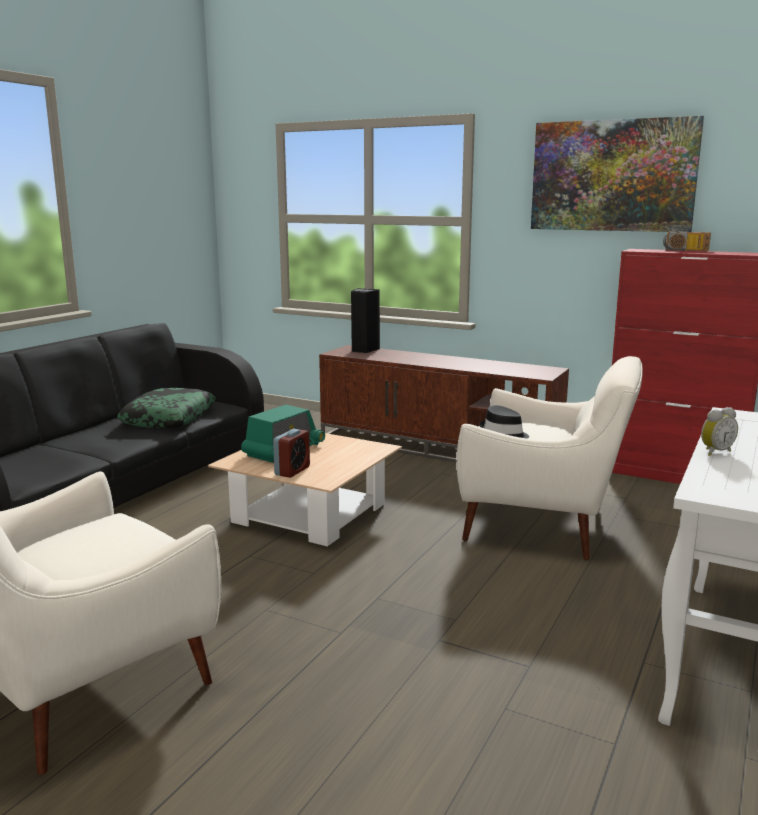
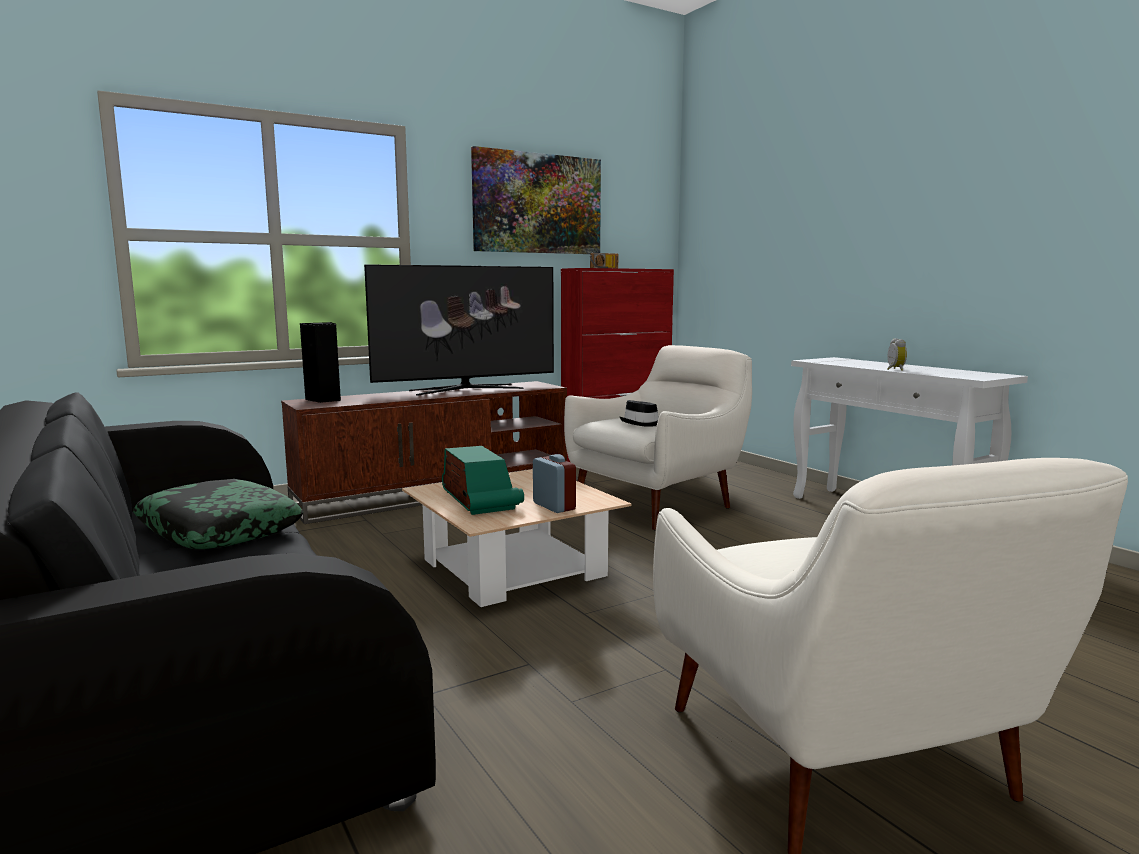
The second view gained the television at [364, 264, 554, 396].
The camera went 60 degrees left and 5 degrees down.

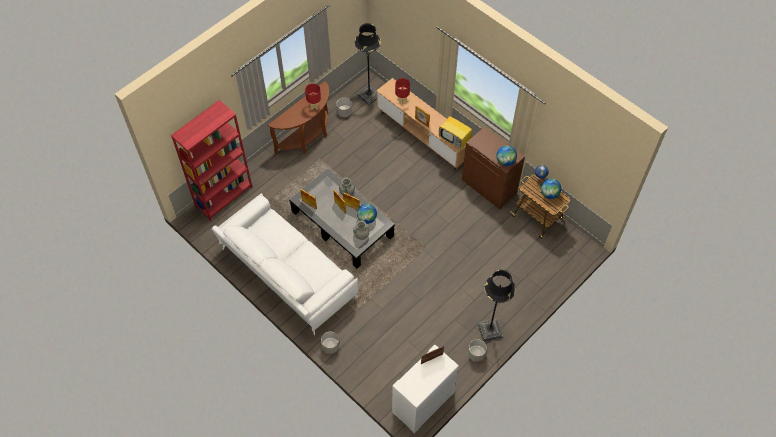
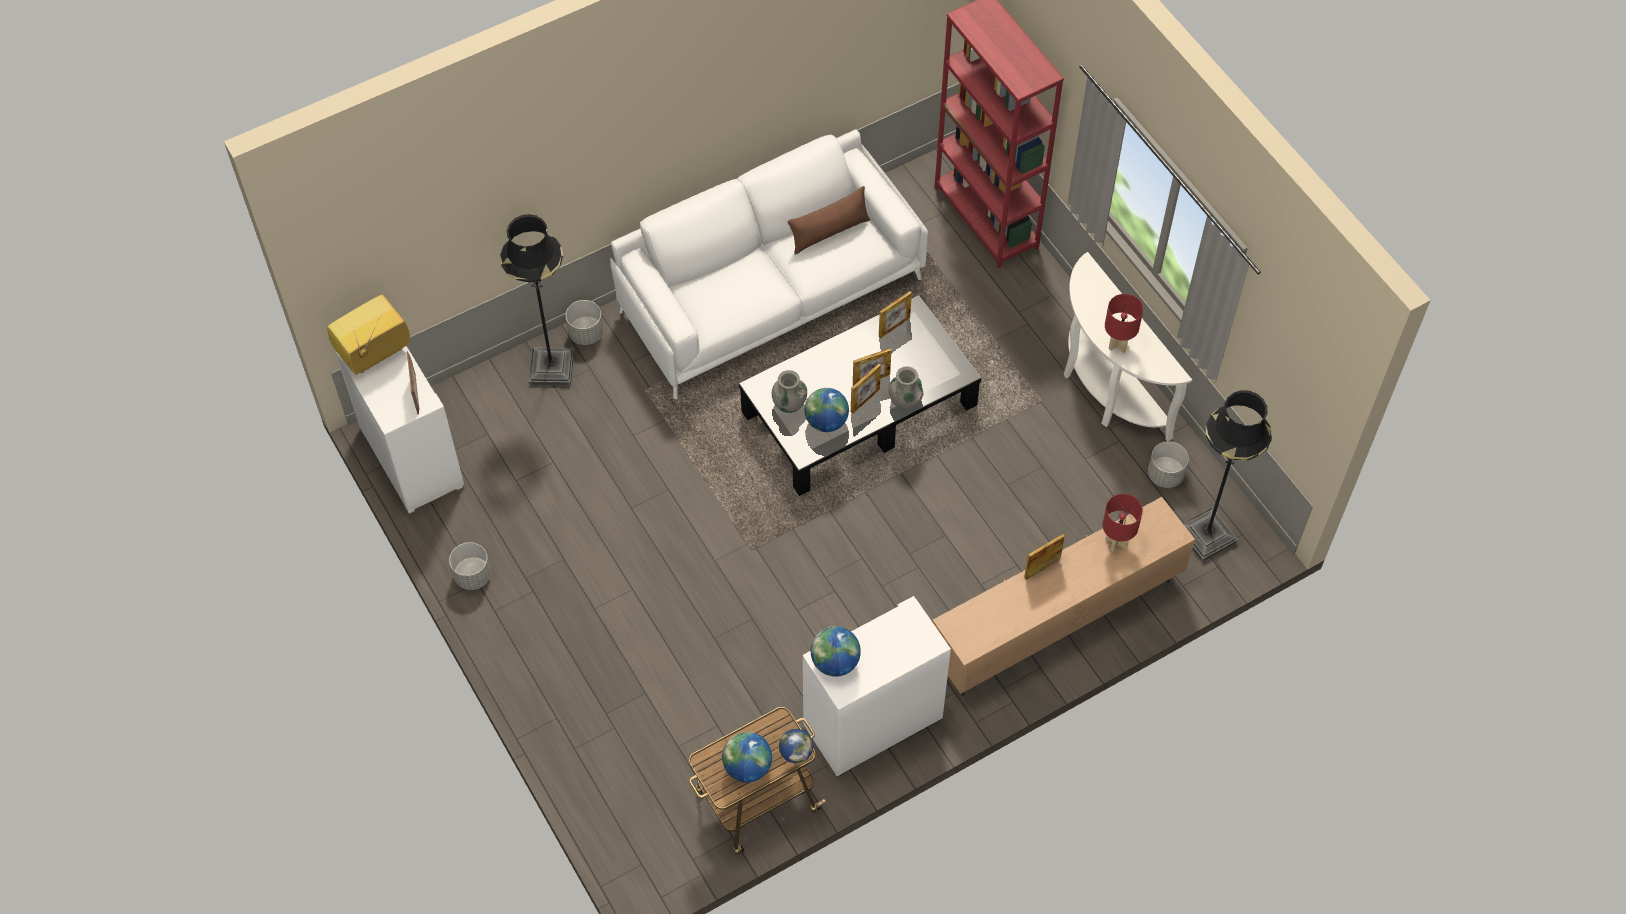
What was the brown console table at [268, 81, 329, 155] turned into the white console table at [1064, 252, 1192, 441].
The television ended up elsewhere, having gone from [439, 116, 472, 150] to [328, 294, 410, 375].
What was the brown cabinet at [462, 127, 525, 209] turned into the white cabinet at [803, 596, 951, 777].
The black floor lamp ended up elsewhere, having gone from [477, 270, 516, 342] to [500, 214, 574, 386].
The second view gained the brown pillow at [788, 186, 870, 255].
The camera went 105 degrees right and 0 degrees up.

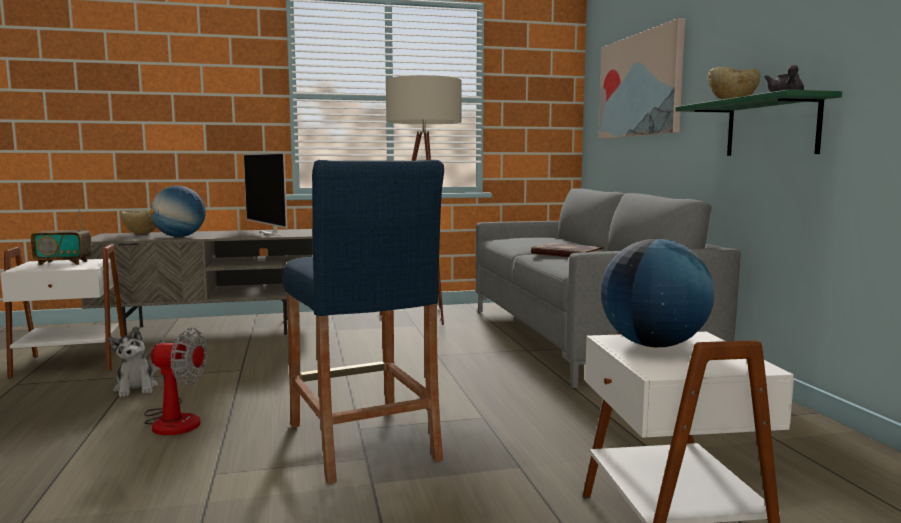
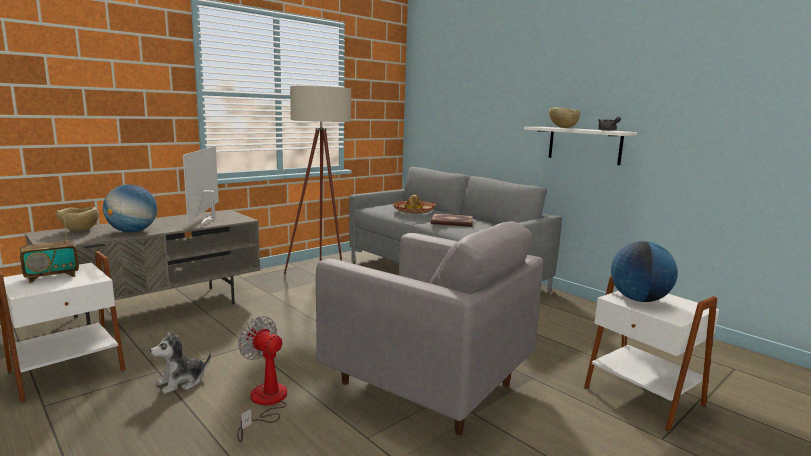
The plush toy at [108, 326, 158, 397] ended up facing another way, 105 degrees clockwise from before.
The fan at [144, 328, 208, 435] ended up facing another way, 120 degrees counterclockwise from before.
The television at [244, 152, 287, 236] ended up facing another way, 60 degrees clockwise from before.
Where the blue stool stood at [283, 160, 444, 484], the grey armchair came to stand at [316, 221, 543, 435].
The second view lost the picture at [599, 18, 685, 139].
What was the green shelf at [675, 90, 842, 156] turned into the white shelf at [524, 127, 637, 165].
The second view gained the hat at [392, 195, 436, 214].
The camera went 30 degrees left and 5 degrees up.

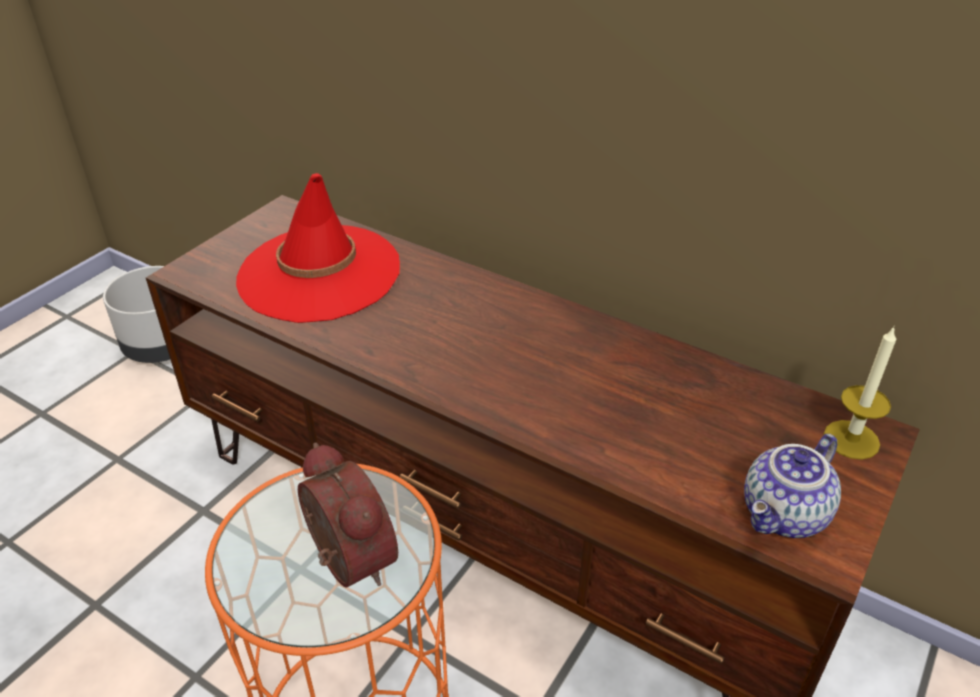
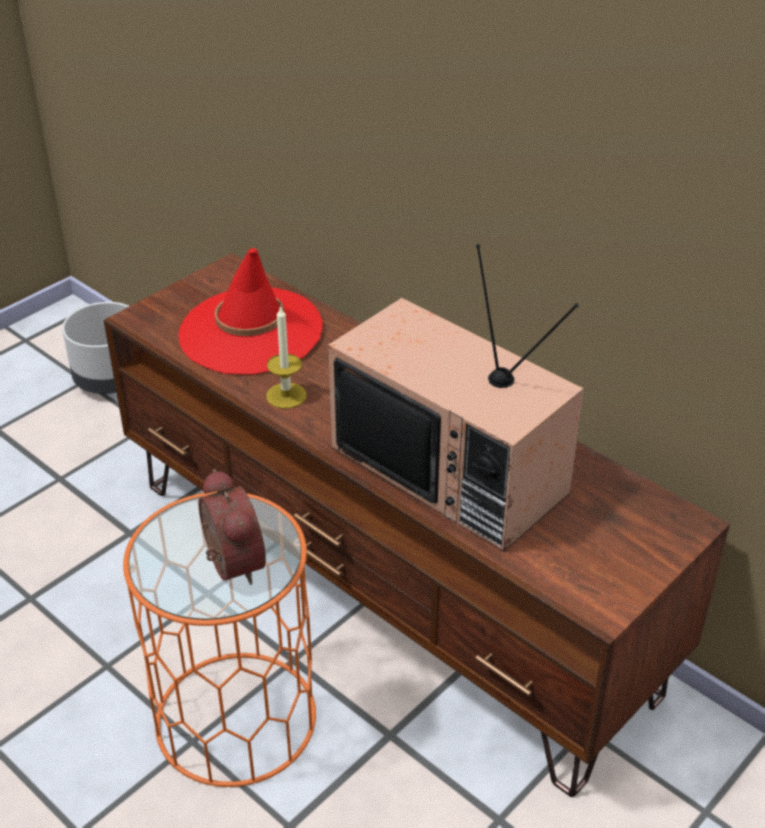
The second view lost the teapot at [744, 434, 841, 538].
The candle ended up elsewhere, having gone from [824, 326, 896, 459] to [266, 305, 306, 409].
The second view gained the television at [328, 244, 584, 552].
The camera went 10 degrees right and 0 degrees up.

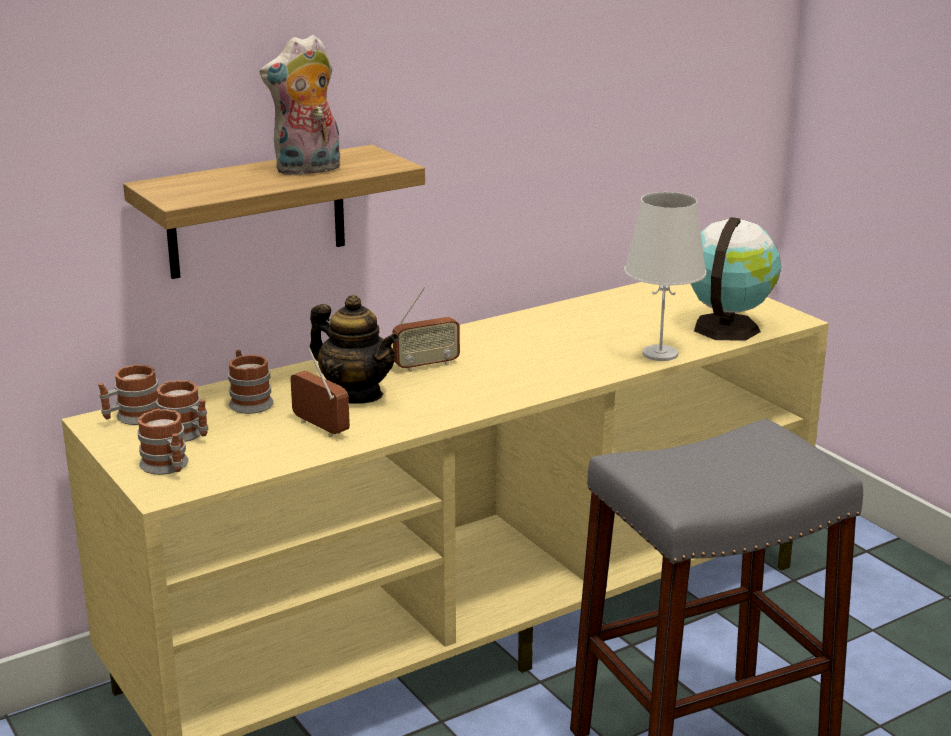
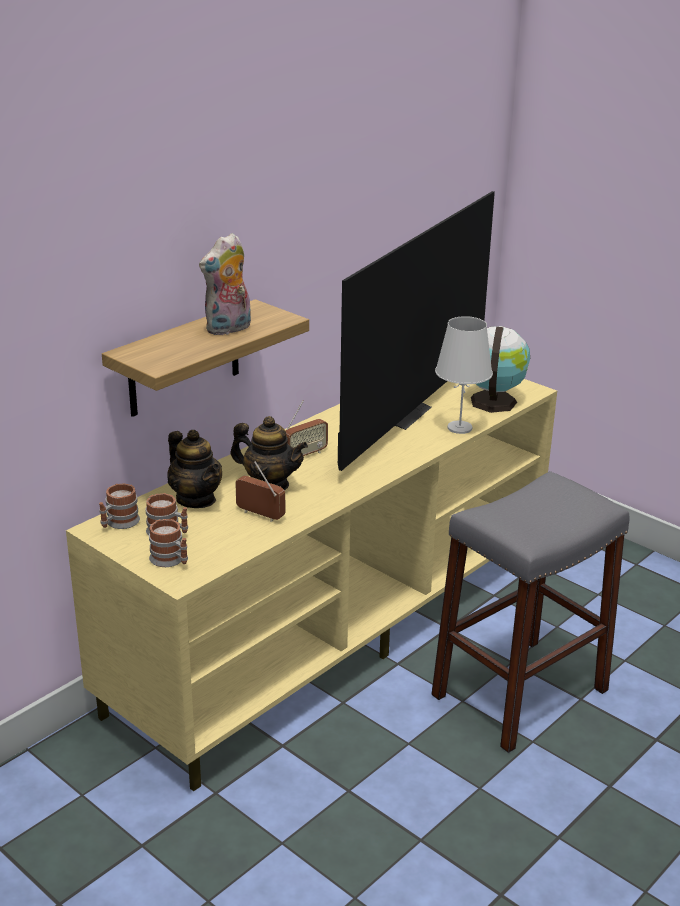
Where the mug stood at [228, 350, 274, 414], the teapot came to stand at [167, 430, 222, 508].
The second view gained the television at [338, 191, 495, 471].
The camera went 15 degrees left and 5 degrees up.

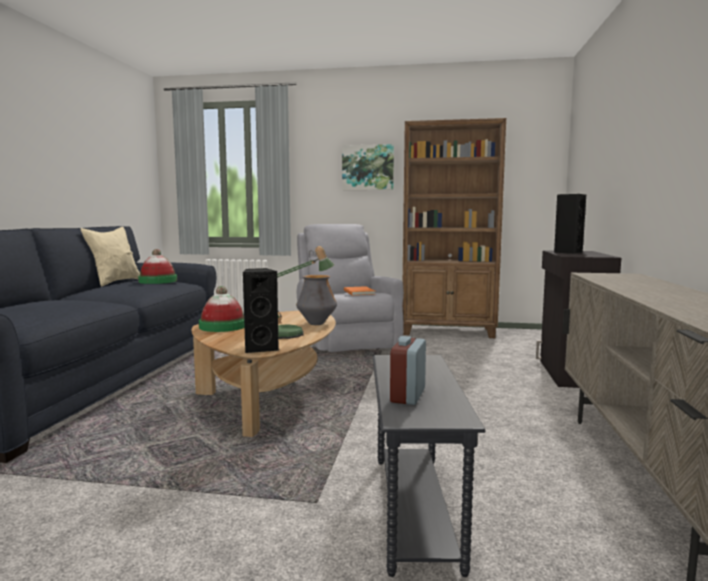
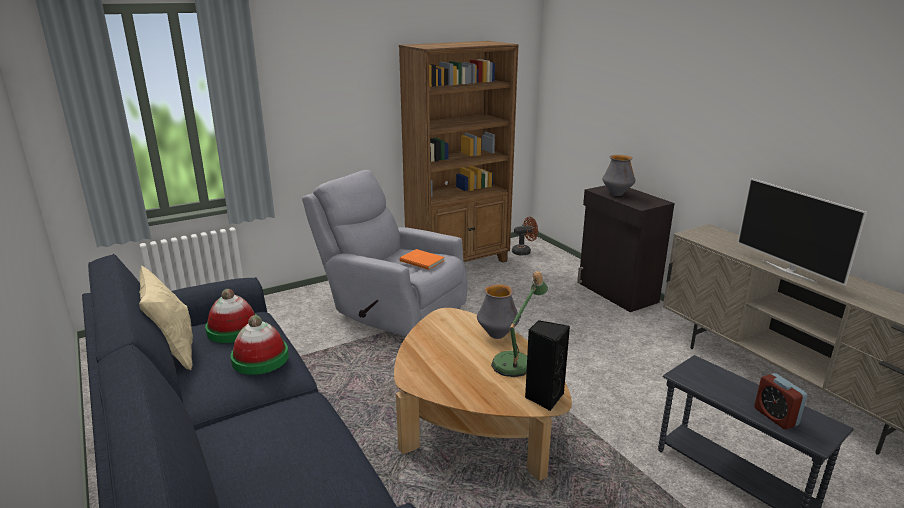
The hat ended up elsewhere, having gone from [199, 286, 245, 332] to [231, 315, 289, 375].
The second view lost the picture at [342, 144, 394, 190].
Where the black speaker stood at [554, 194, 586, 254], the vase came to stand at [602, 155, 636, 196].
The second view gained the brown fan at [512, 217, 538, 256].
The second view gained the television at [737, 178, 867, 286].
The camera went 40 degrees left and 15 degrees up.

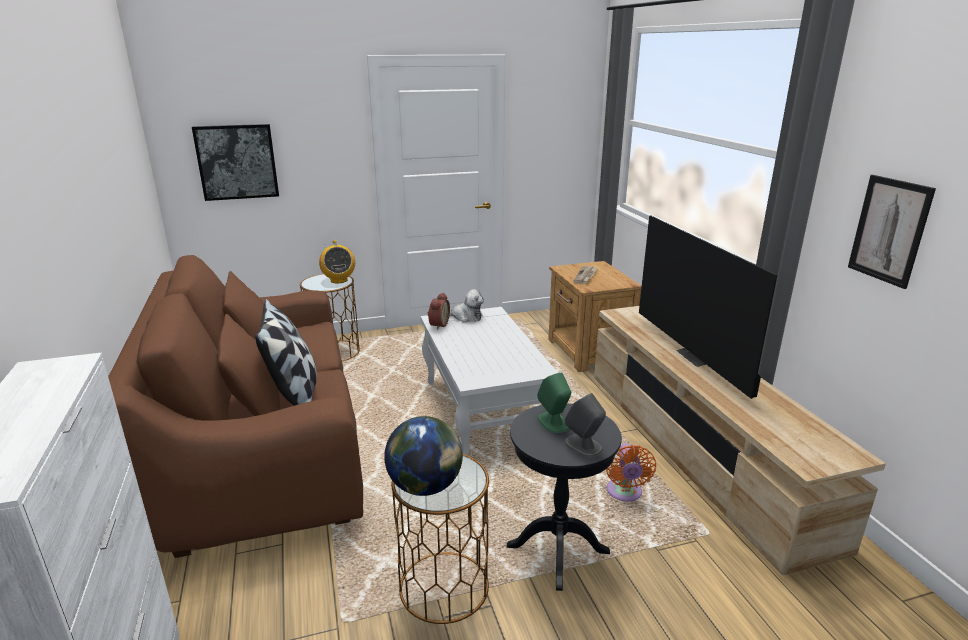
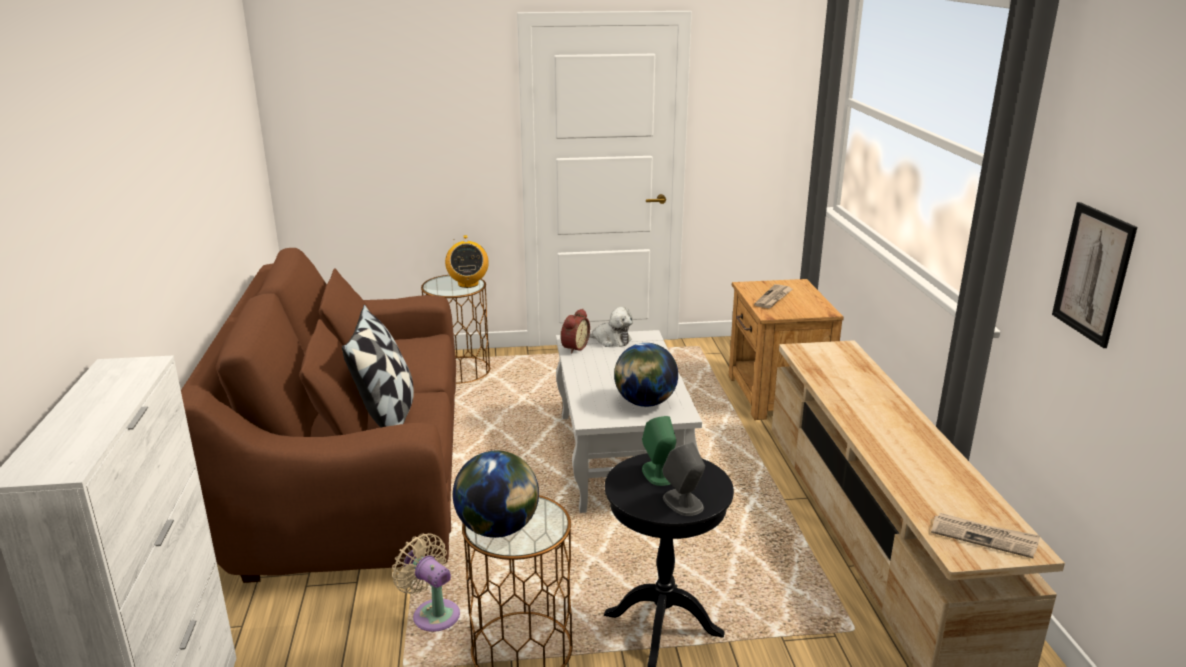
The second view lost the picture at [192, 124, 279, 201].
The second view lost the orange fan at [606, 444, 656, 502].
The second view lost the television at [639, 215, 777, 399].
The second view gained the beige fan at [392, 533, 460, 632].
The second view gained the globe at [614, 343, 678, 407].
The second view gained the newspaper at [931, 513, 1040, 558].
The camera went 10 degrees right and 0 degrees up.

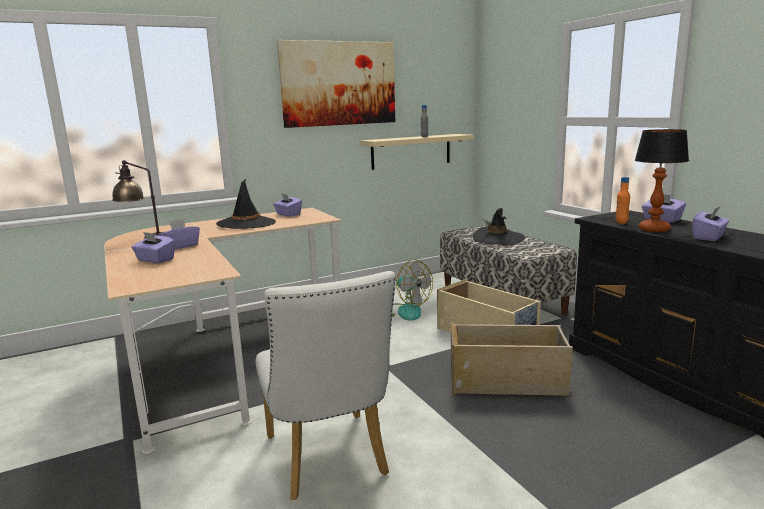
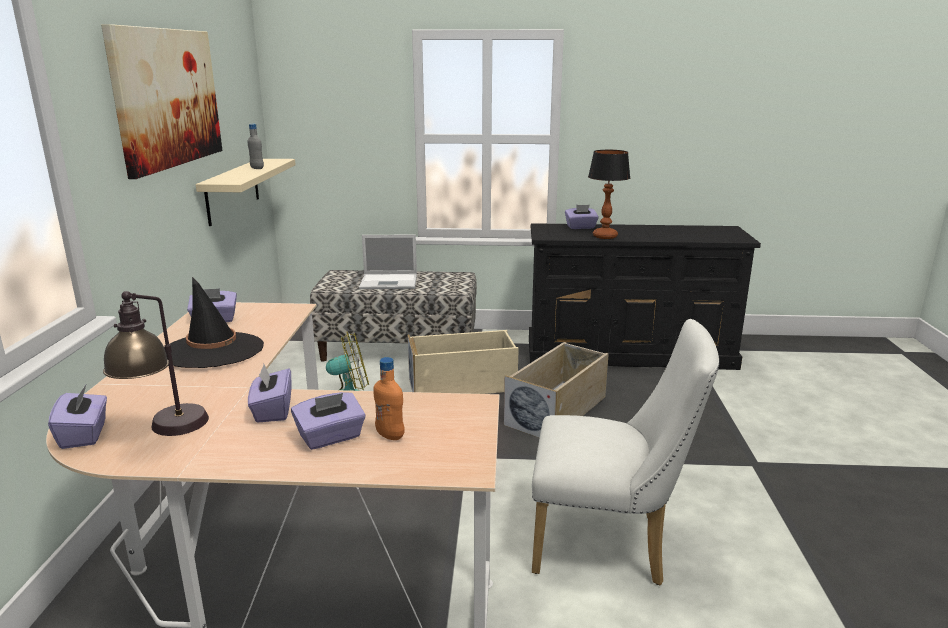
Where the black hat stood at [473, 208, 525, 246], the laptop came to stand at [359, 234, 417, 289].
The orange bottle ended up elsewhere, having gone from [615, 177, 630, 224] to [373, 357, 405, 440].
The purple tissue box ended up elsewhere, having gone from [692, 206, 729, 241] to [48, 385, 107, 449].
The camera went 60 degrees left and 5 degrees up.

